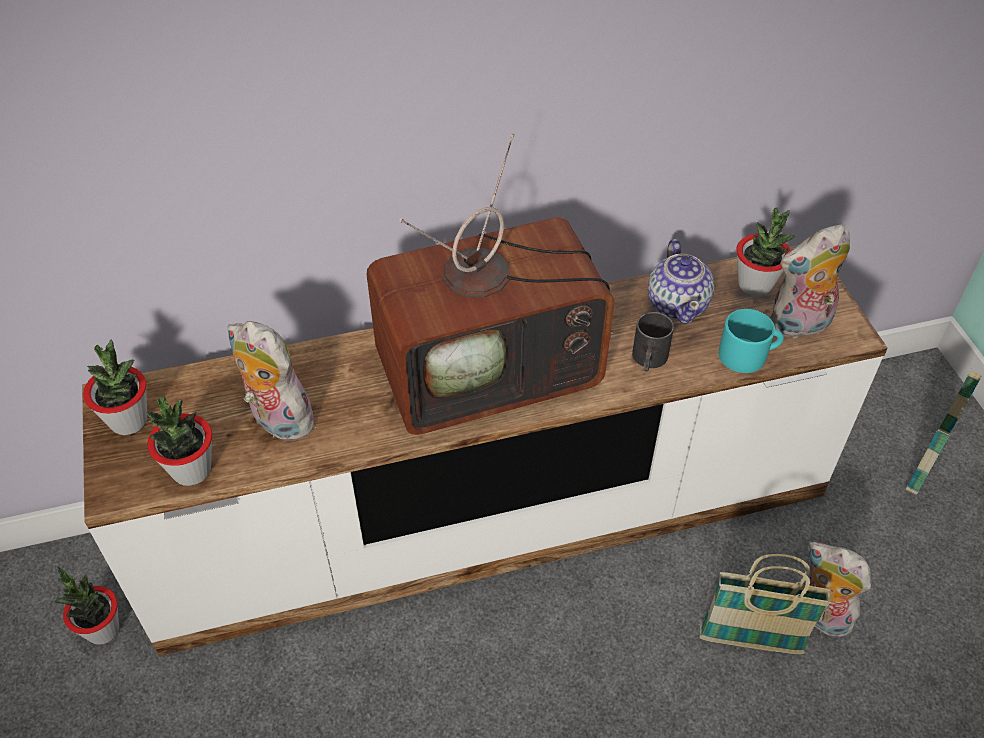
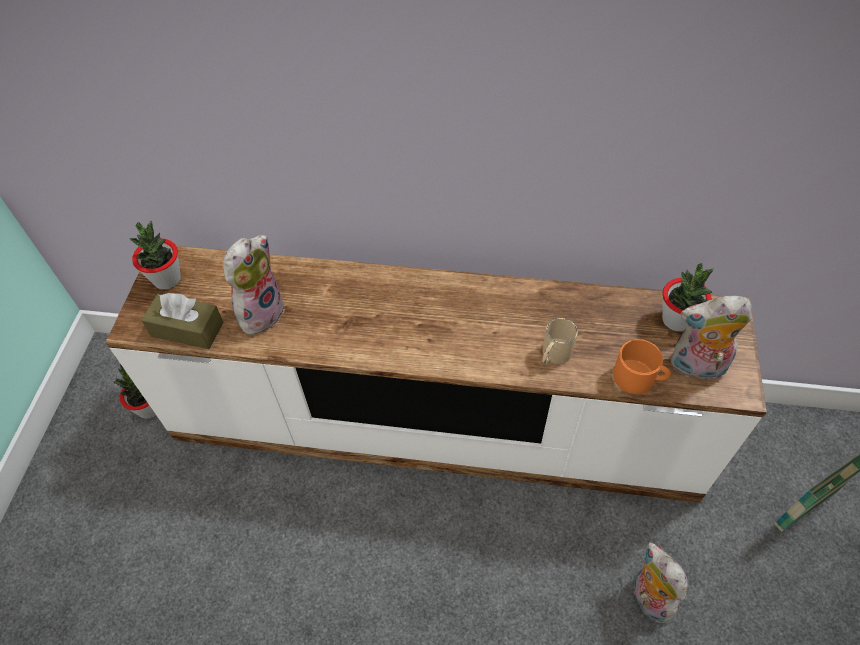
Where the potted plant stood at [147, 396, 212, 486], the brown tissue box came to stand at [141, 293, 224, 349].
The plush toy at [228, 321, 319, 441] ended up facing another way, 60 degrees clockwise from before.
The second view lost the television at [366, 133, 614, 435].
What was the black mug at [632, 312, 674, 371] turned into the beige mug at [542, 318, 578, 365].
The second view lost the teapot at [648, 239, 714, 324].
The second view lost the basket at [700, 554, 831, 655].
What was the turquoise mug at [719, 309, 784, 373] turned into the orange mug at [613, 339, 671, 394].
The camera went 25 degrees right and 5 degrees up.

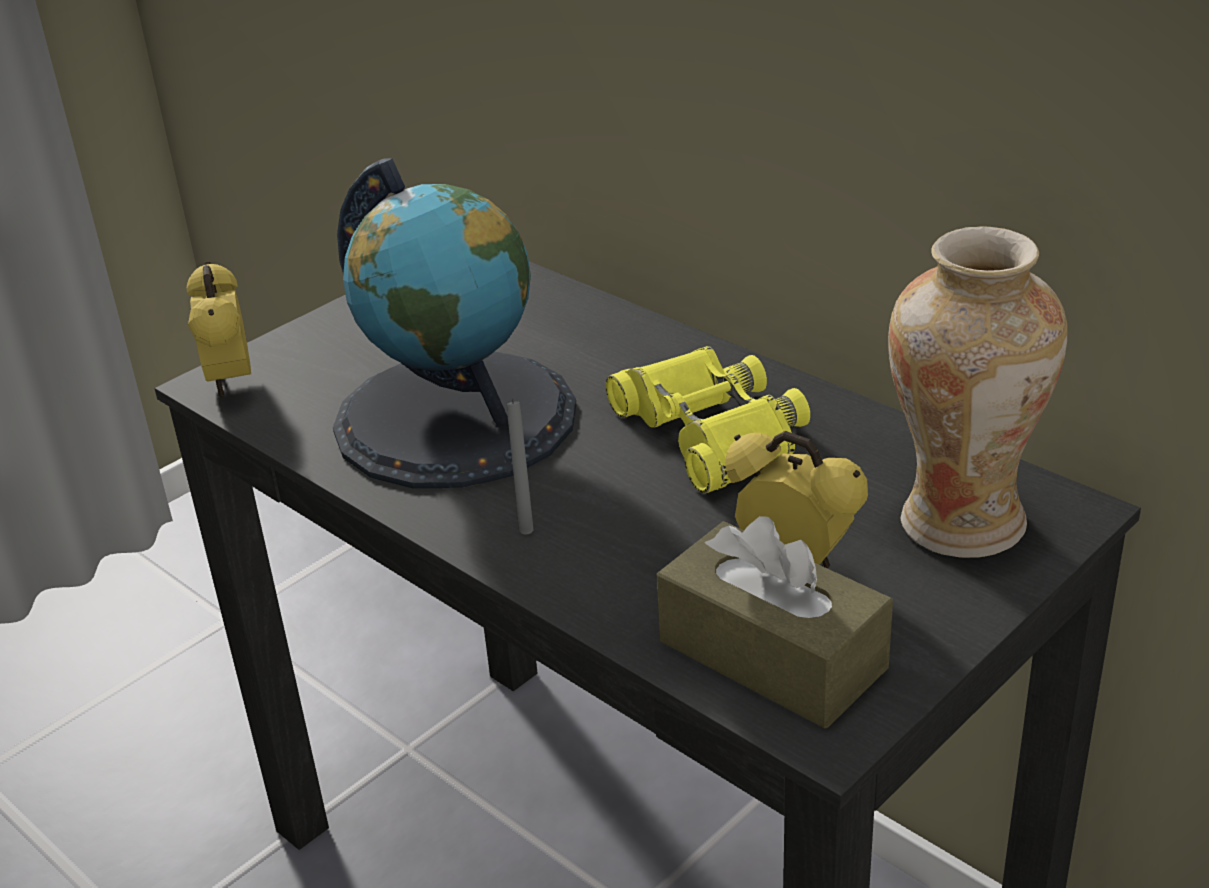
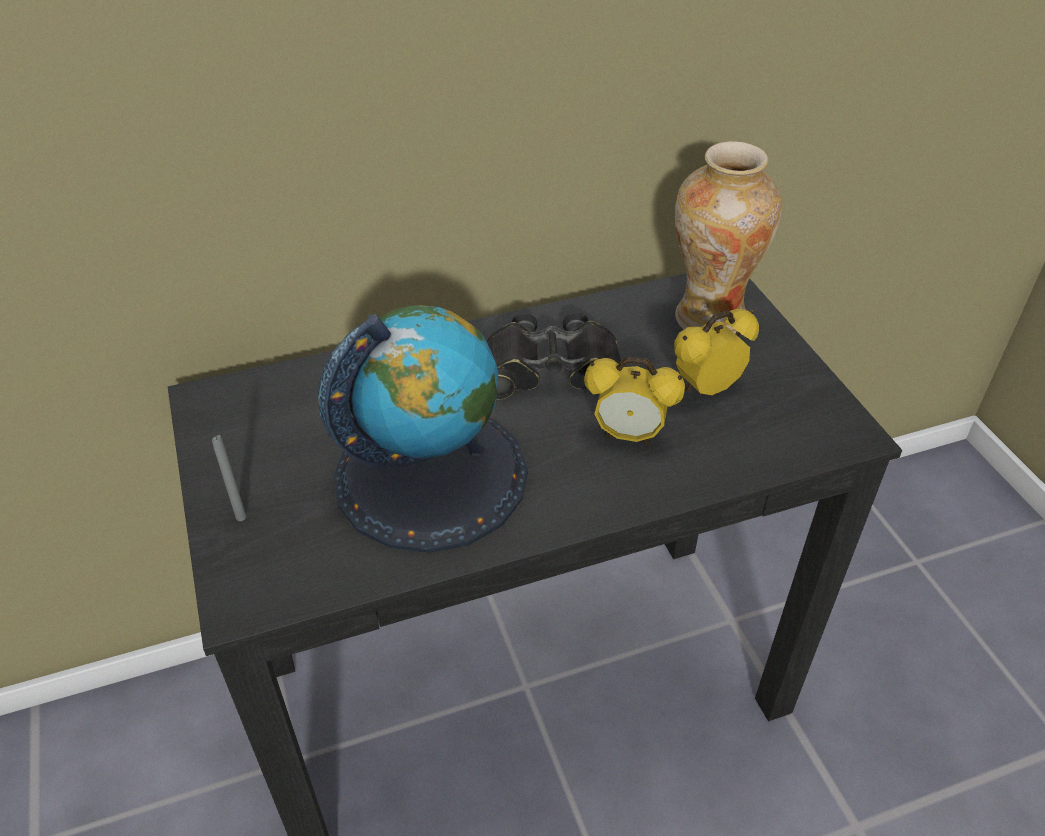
The alarm clock ended up elsewhere, having gone from [186, 262, 251, 398] to [584, 356, 685, 445].
The grey candle ended up elsewhere, having gone from [507, 398, 534, 535] to [212, 435, 246, 521].
What was the yellow binoculars at [606, 346, 810, 494] turned into the black binoculars at [487, 312, 621, 399].
The second view lost the brown tissue box at [657, 516, 893, 729].
The camera went 65 degrees left and 10 degrees up.

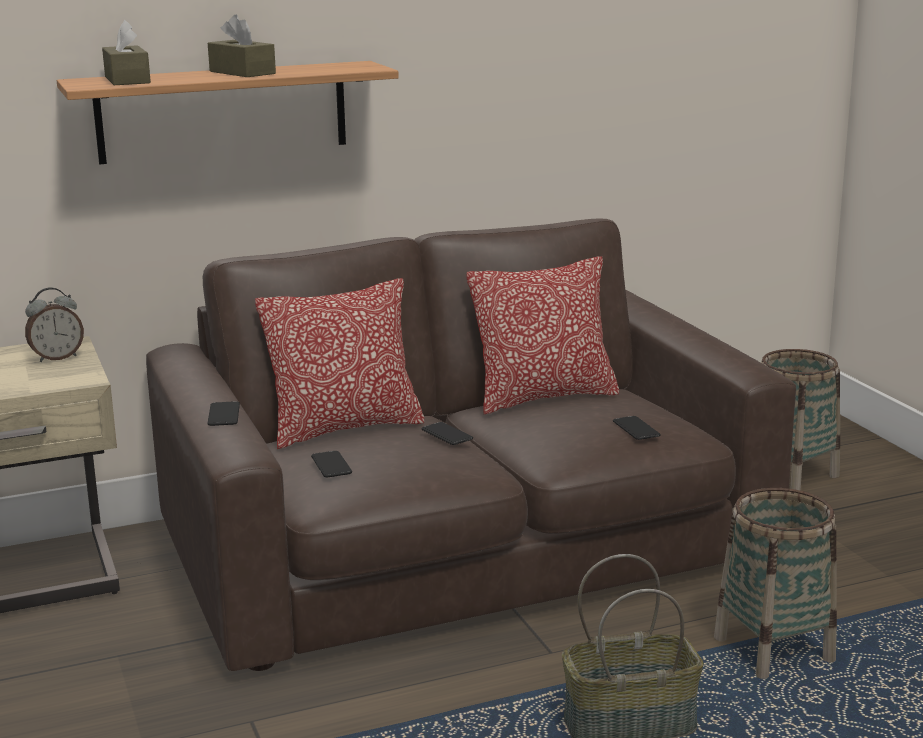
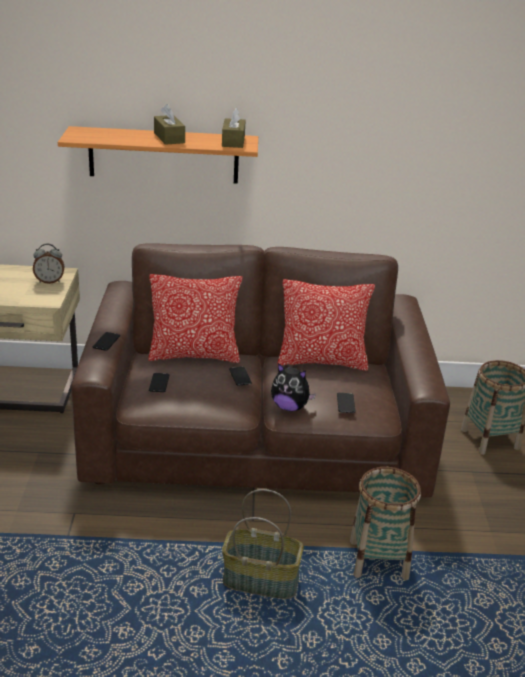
The brown tissue box ended up elsewhere, having gone from [102, 20, 151, 85] to [222, 108, 245, 148].
The second view gained the plush toy at [271, 363, 316, 411].
The camera went 20 degrees right and 10 degrees up.

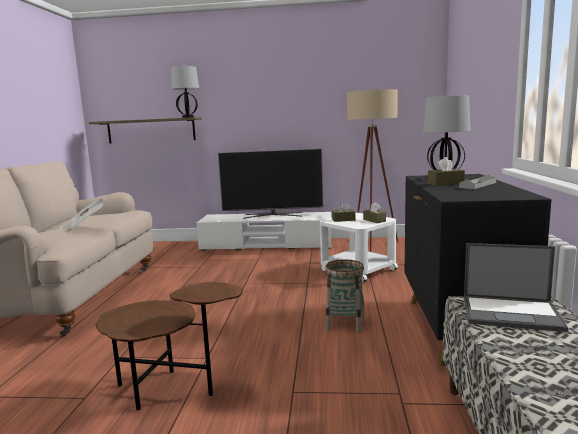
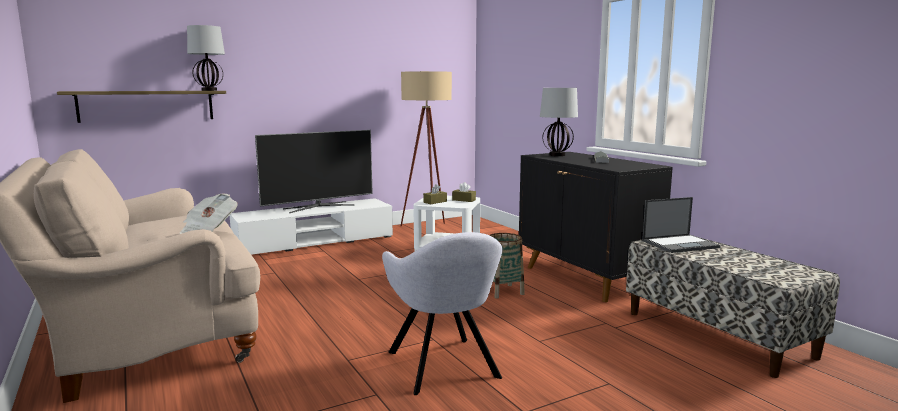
Where the brown side table stood at [96, 282, 243, 410], the grey armchair came to stand at [382, 232, 502, 395].
The second view lost the brown tissue box at [428, 157, 465, 186].
The camera went 35 degrees left and 0 degrees up.

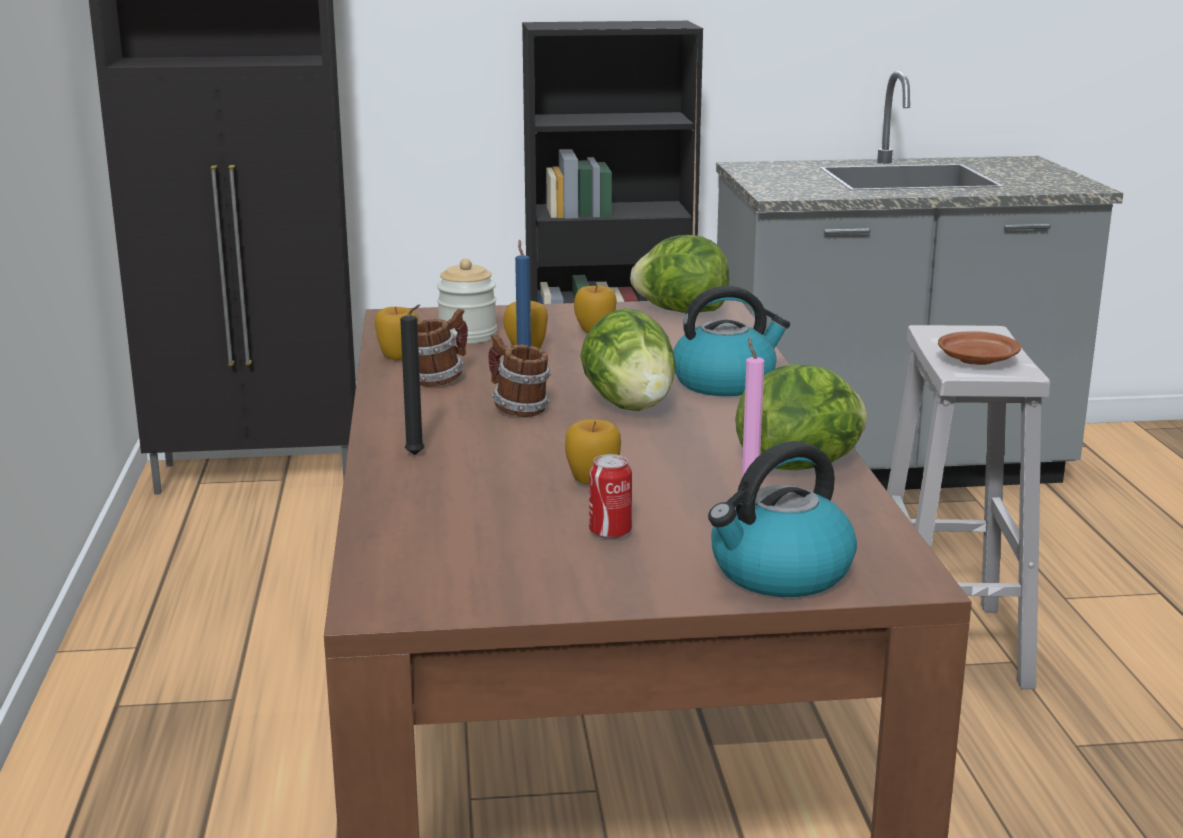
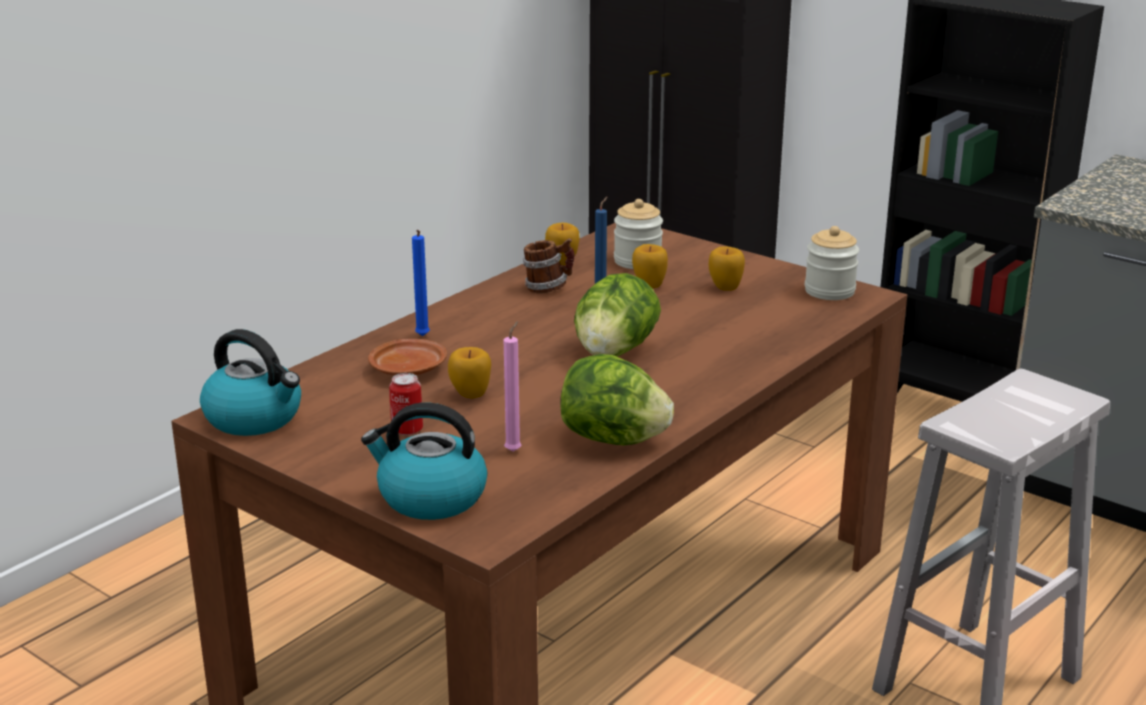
What was the black candle at [400, 304, 424, 455] turned into the blue candle at [412, 230, 430, 336].
The second view lost the mug at [488, 334, 551, 417].
Where the lettuce stood at [630, 235, 729, 313], the jar came to stand at [805, 226, 859, 300].
The kettle ended up elsewhere, having gone from [673, 286, 790, 396] to [200, 329, 301, 436].
The brown plate ended up elsewhere, having gone from [938, 331, 1021, 365] to [368, 339, 447, 375].
The camera went 45 degrees right and 5 degrees up.

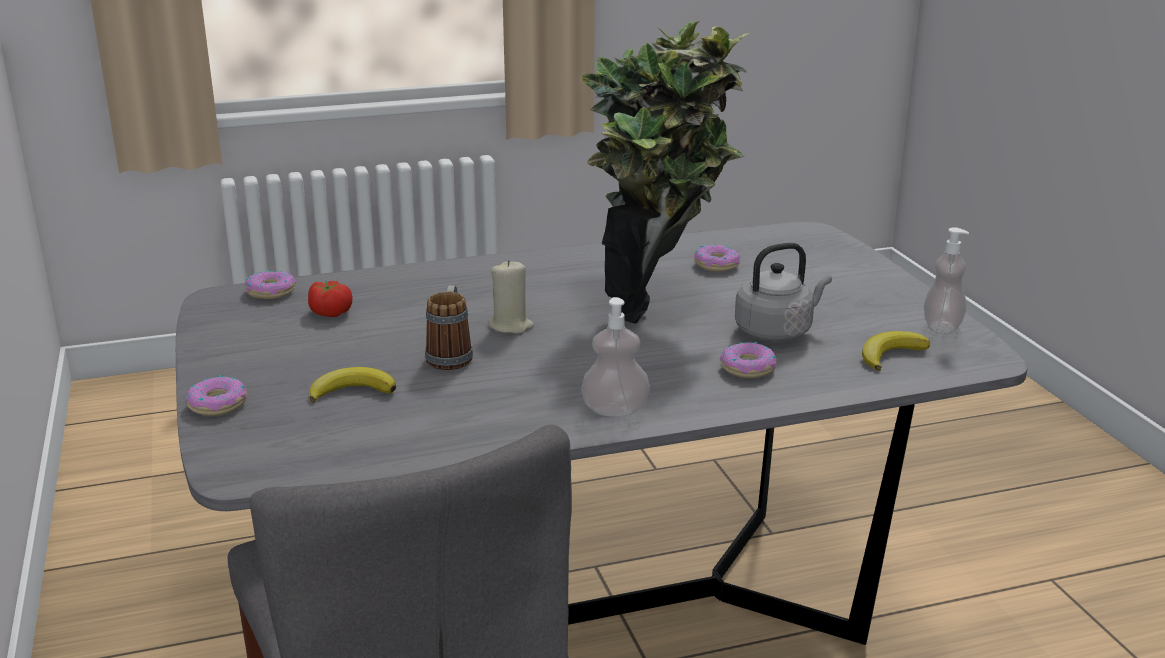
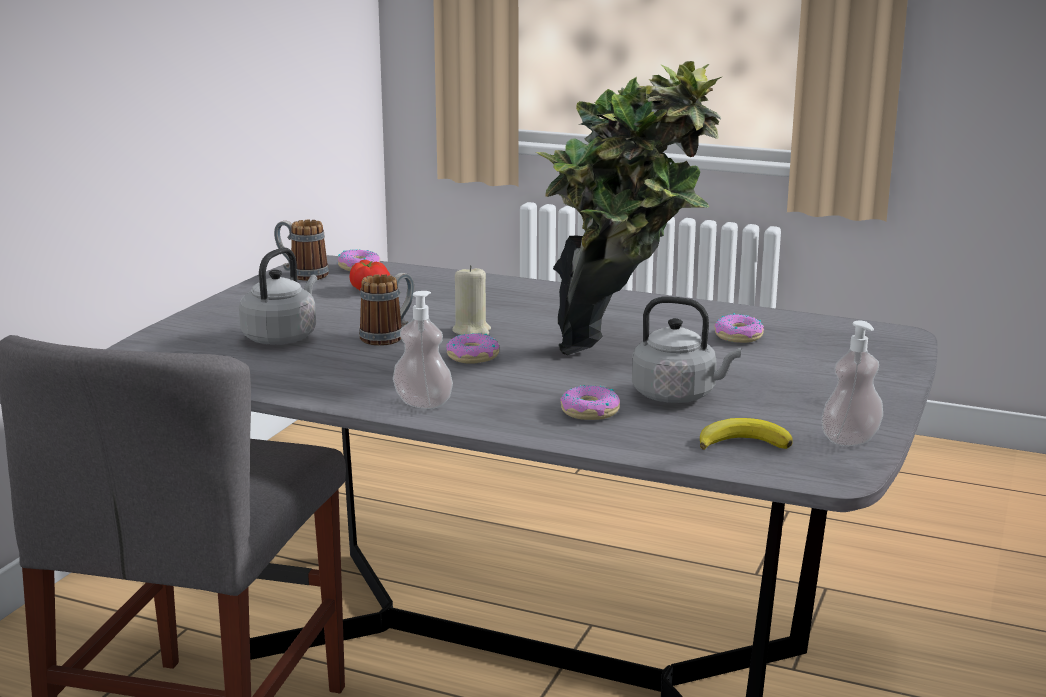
The donut ended up elsewhere, having gone from [185, 375, 247, 416] to [446, 333, 500, 363].
Where the banana stood at [310, 367, 396, 403], the grey kettle came to stand at [239, 247, 317, 345].
The second view gained the mug at [274, 220, 329, 281].
The camera went 40 degrees right and 5 degrees down.

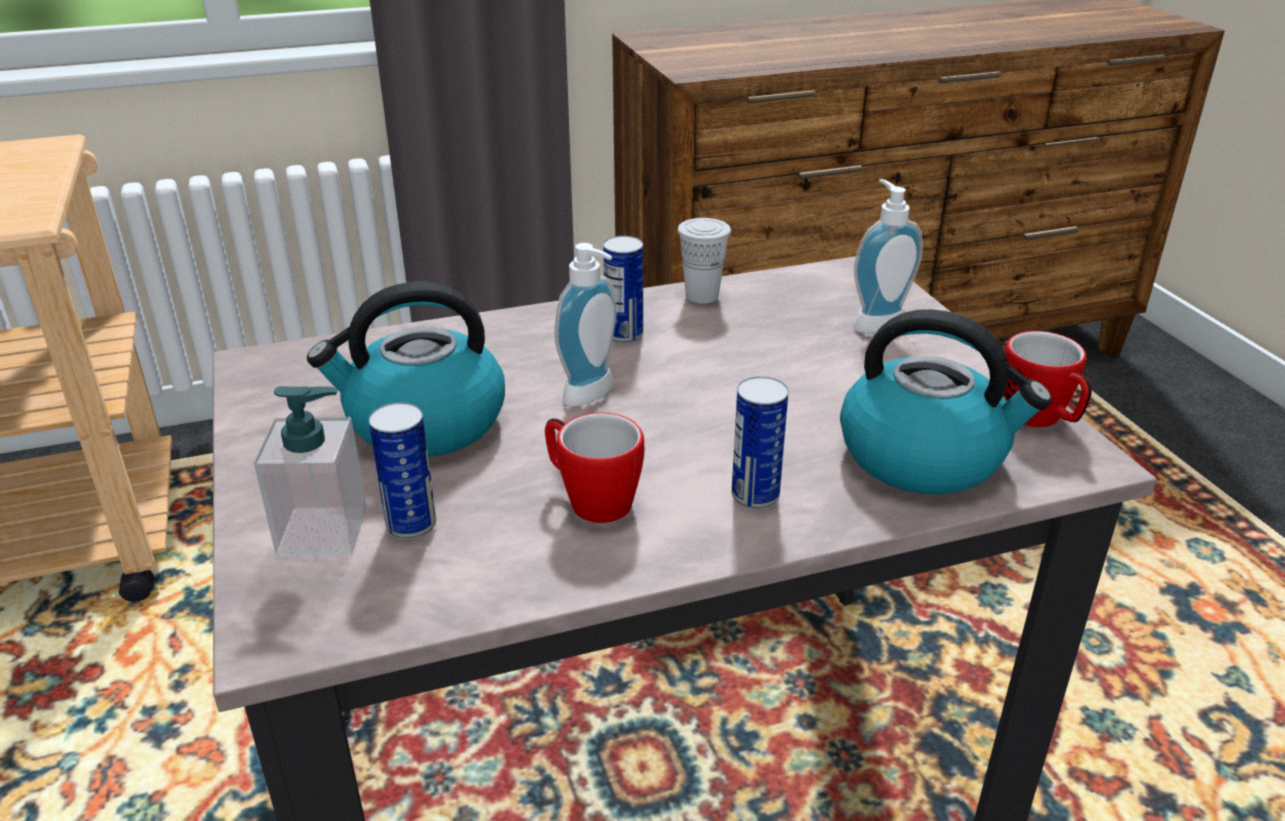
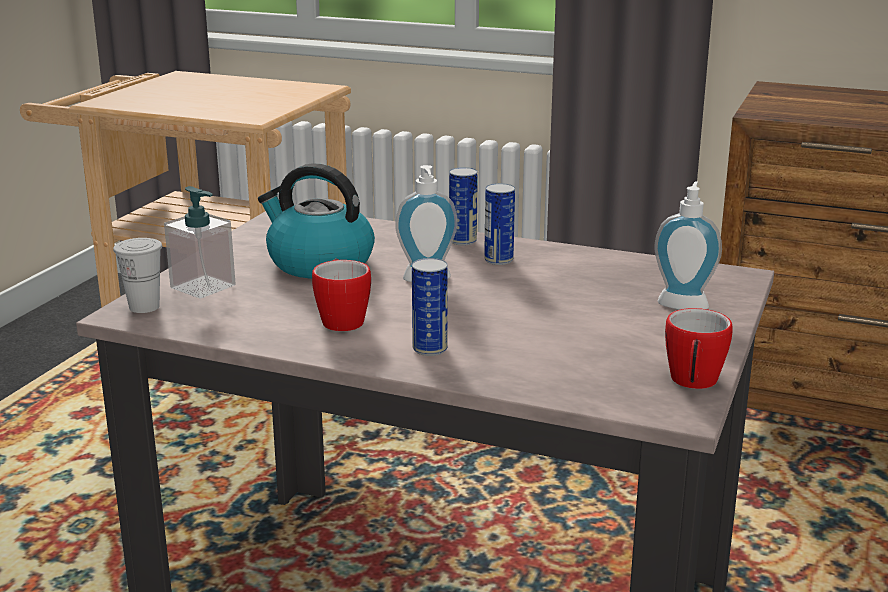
The can ended up elsewhere, having gone from [369, 402, 436, 540] to [449, 167, 478, 246].
The white cup ended up elsewhere, having gone from [677, 218, 731, 303] to [113, 238, 162, 313].
The second view lost the kettle at [840, 309, 1052, 494].
The camera went 40 degrees right and 10 degrees down.

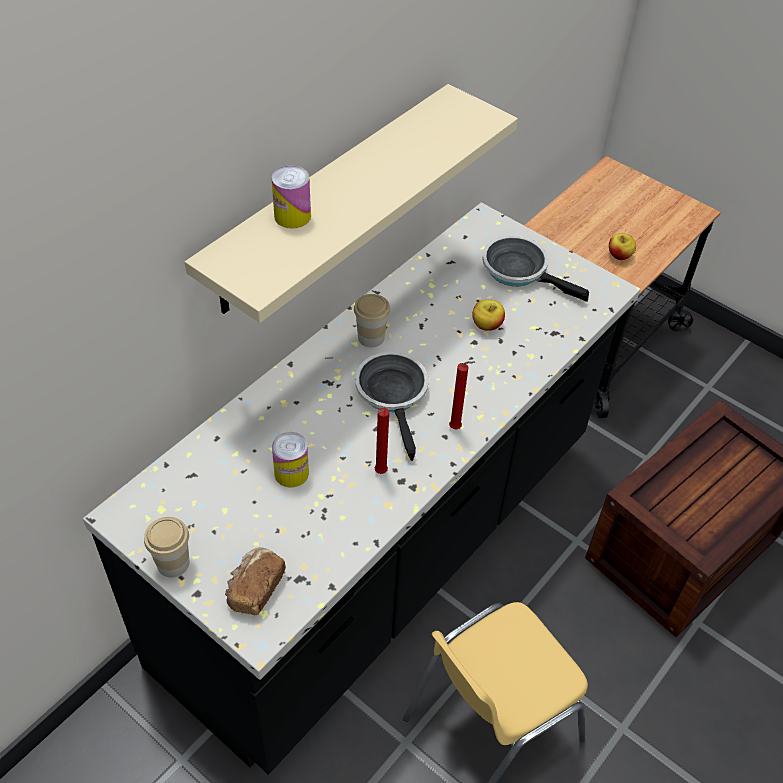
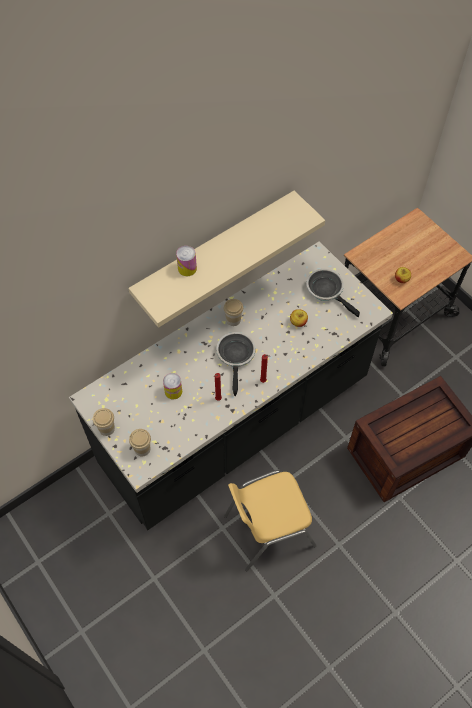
Where the bread stood at [225, 547, 286, 615], the cup came to stand at [129, 429, 151, 456].
The camera went 15 degrees right and 10 degrees up.

